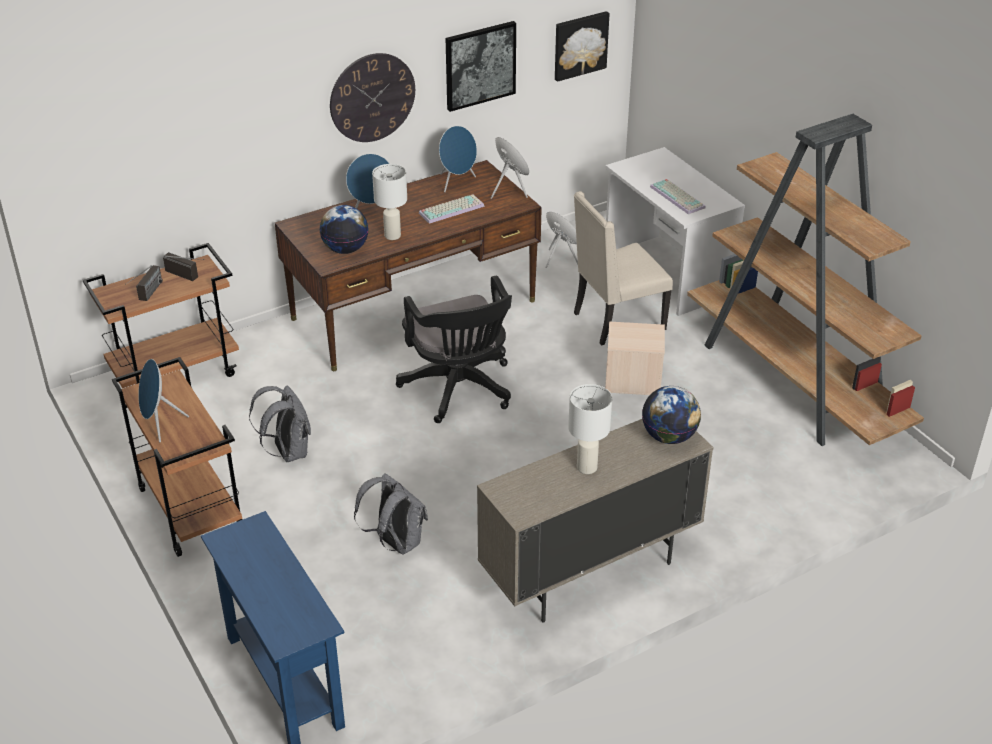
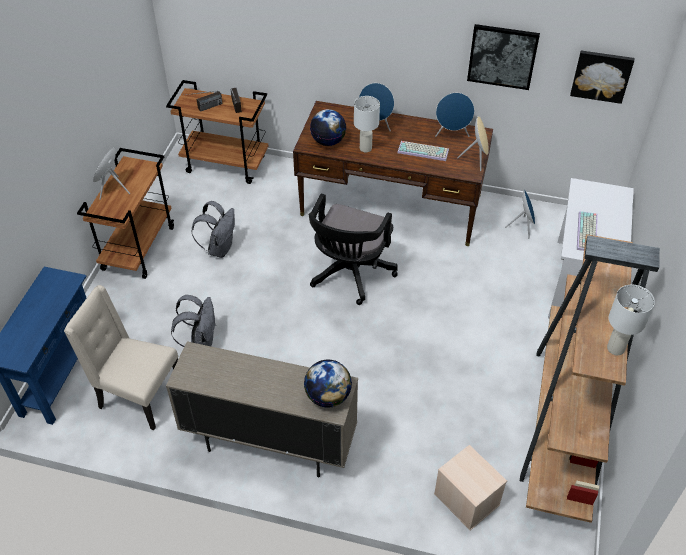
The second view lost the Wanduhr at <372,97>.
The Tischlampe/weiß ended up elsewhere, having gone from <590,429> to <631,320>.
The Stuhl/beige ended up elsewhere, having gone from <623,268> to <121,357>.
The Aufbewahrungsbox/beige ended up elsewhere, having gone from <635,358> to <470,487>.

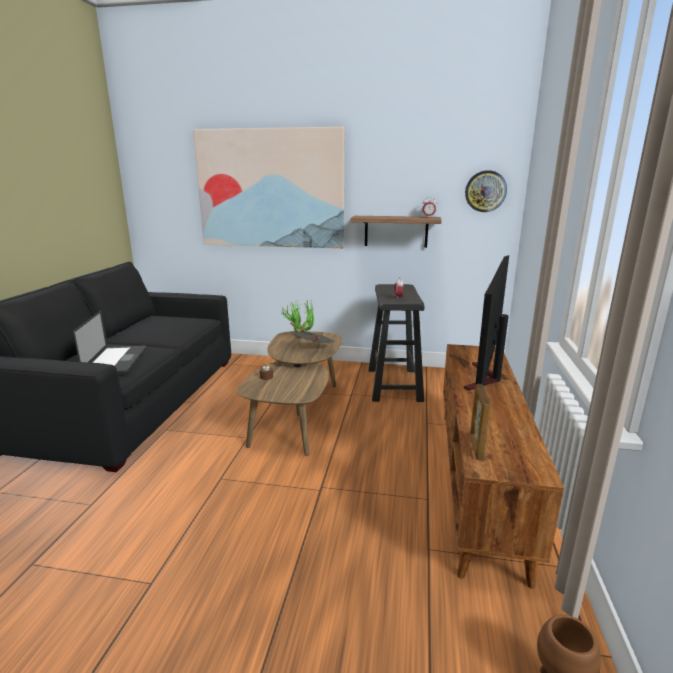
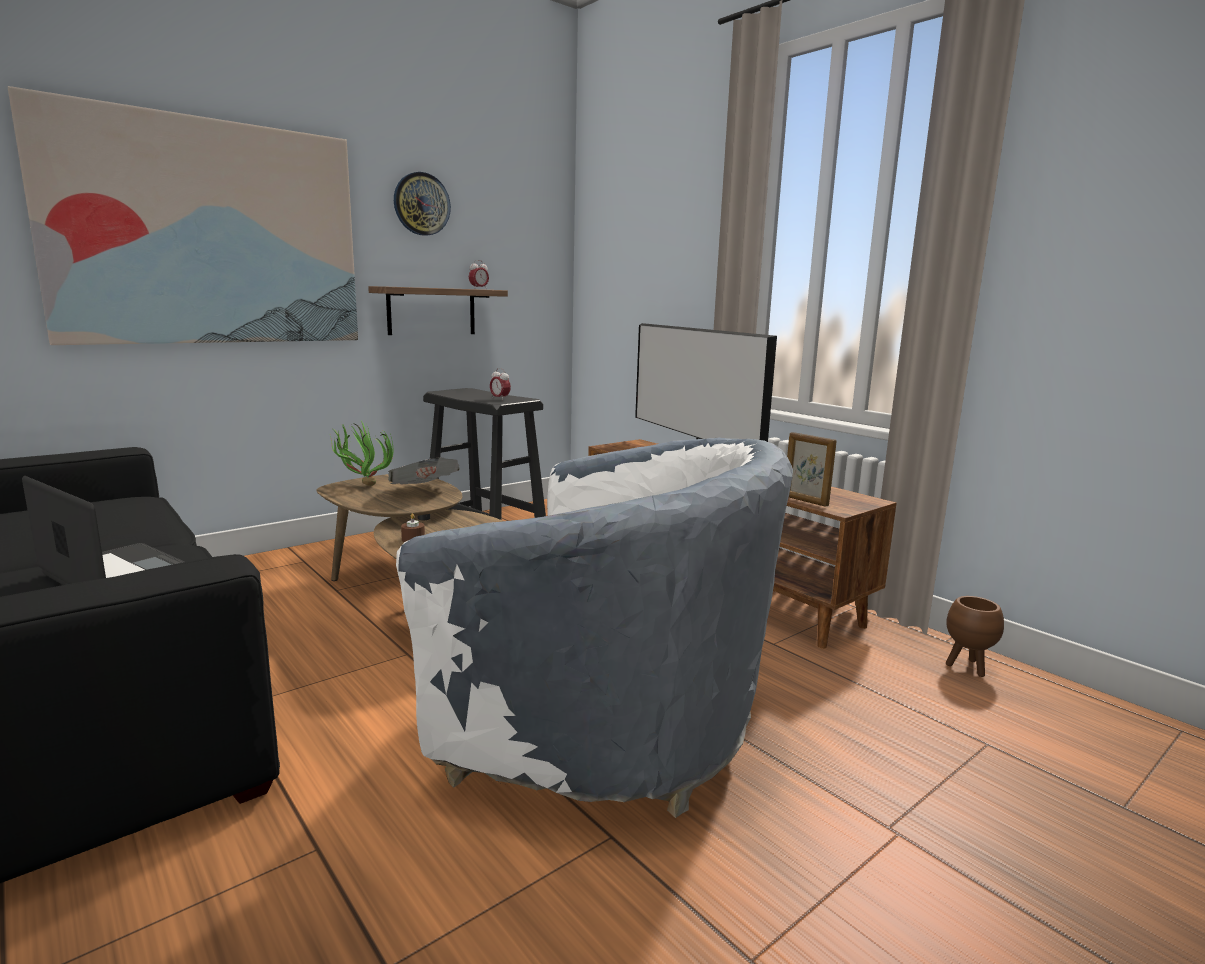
The second view gained the Sessel/weiß at <594,628>.
The Wanduhr ended up elsewhere, having gone from <486,191> to <422,204>.

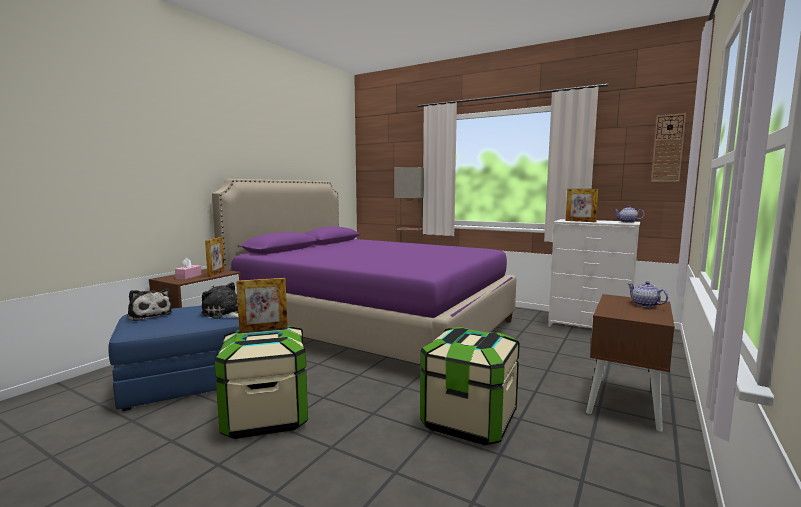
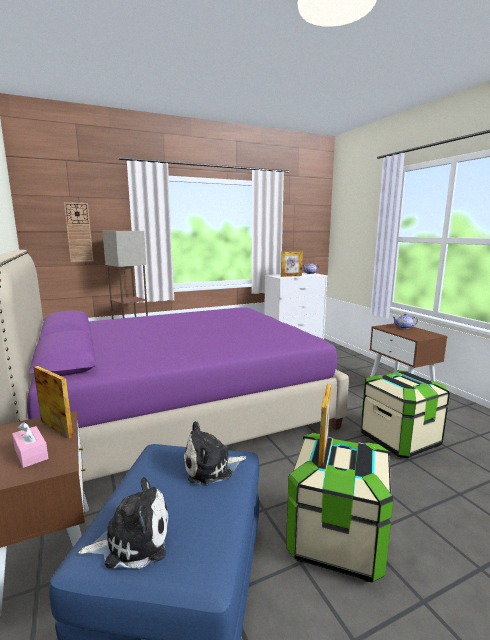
The Wanduhr ended up elsewhere, having gone from <668,147> to <78,232>.

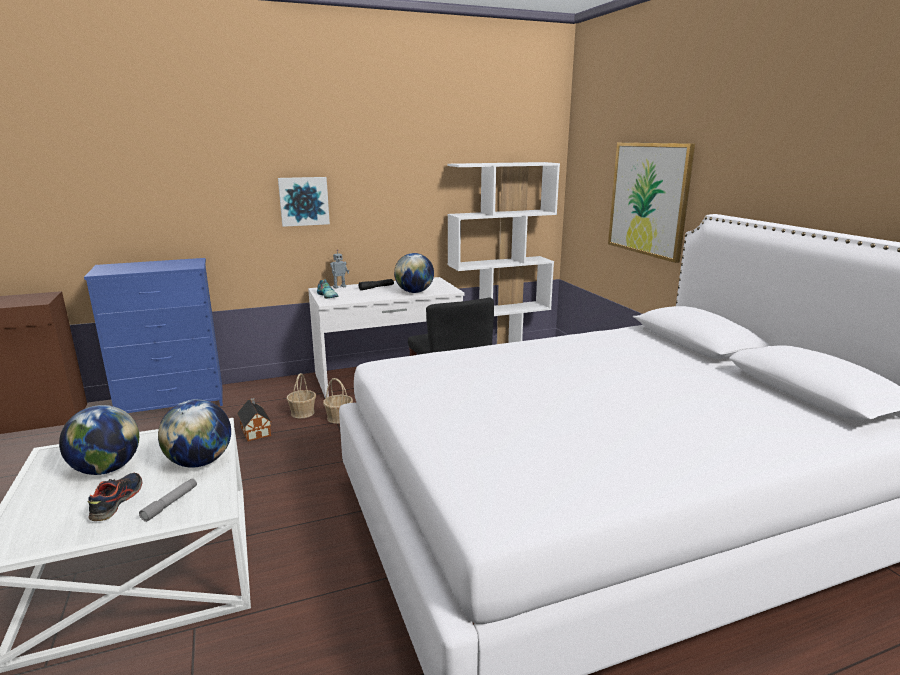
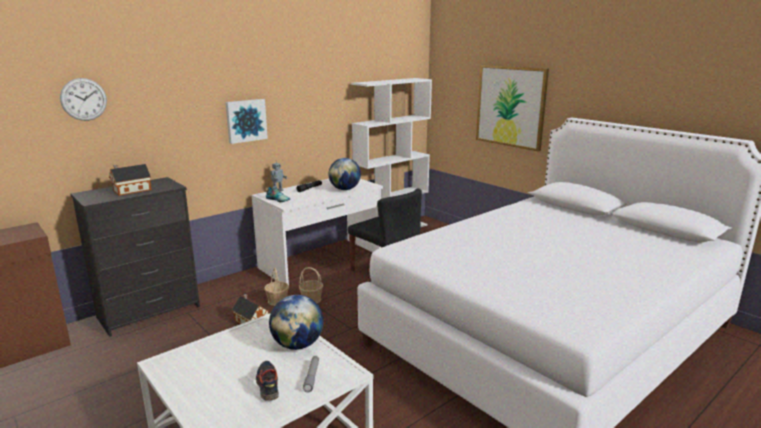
The second view lost the Globus at <99,440>.
The second view gained the Wanduhr at <83,99>.
The second view gained the Spielzeughaus at <130,180>.
What was the Kommode/blau at <153,335> turned into the Kommode/schwarz at <135,257>.

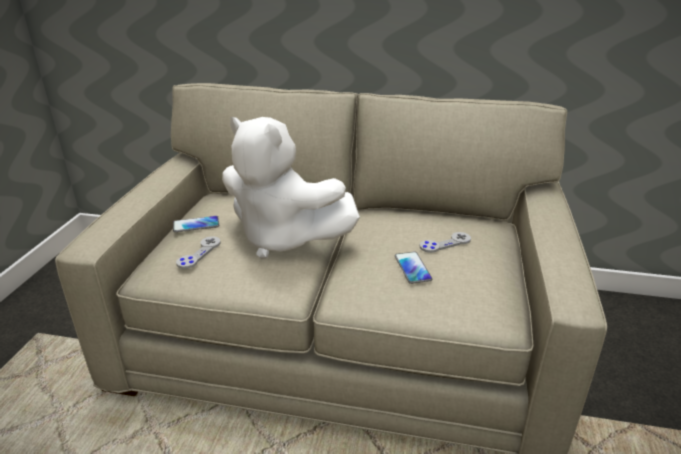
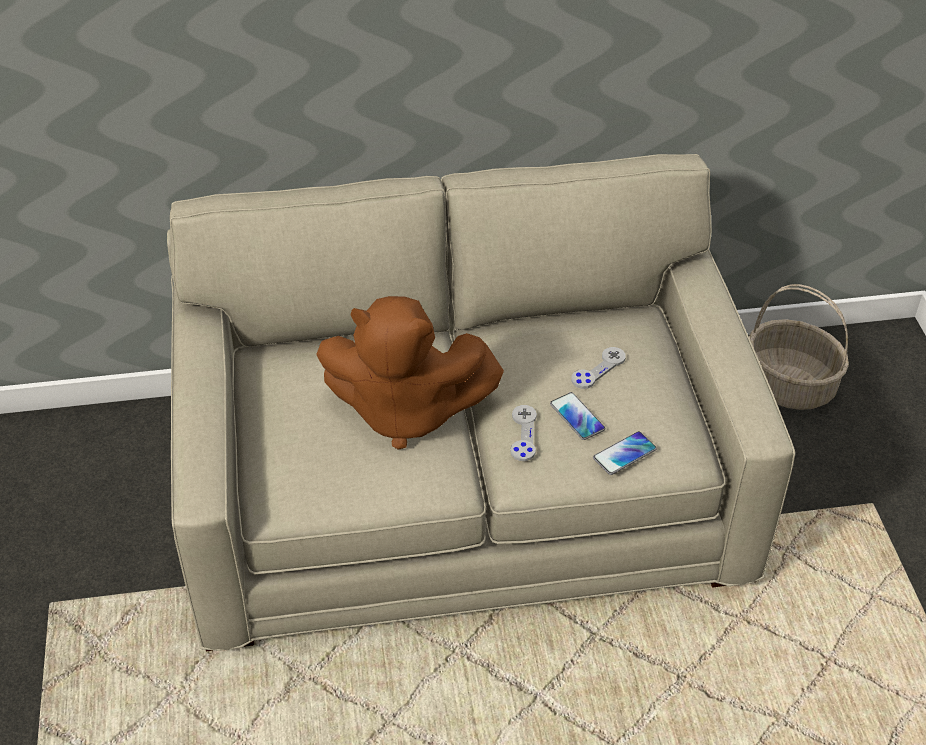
The second view gained the Korb at <799,347>.
The Handy ended up elsewhere, having gone from <196,224> to <625,453>.
The Gamepad/grau ended up elsewhere, having gone from <198,252> to <523,433>.
What was the Plüschtier/weiß at <291,188> turned into the Plüschtier/braun at <410,373>.

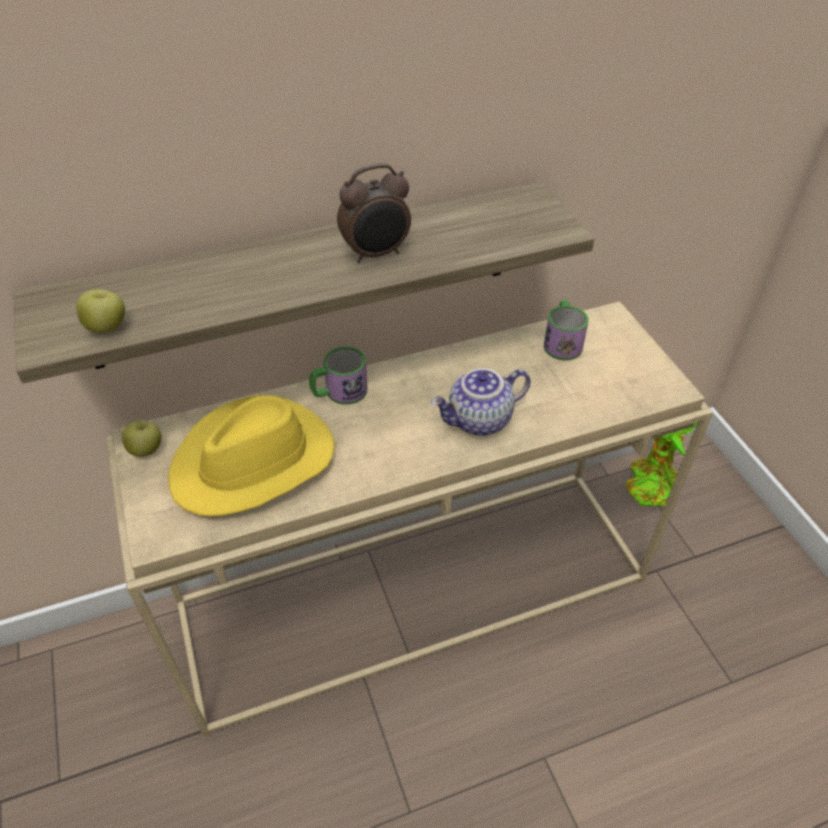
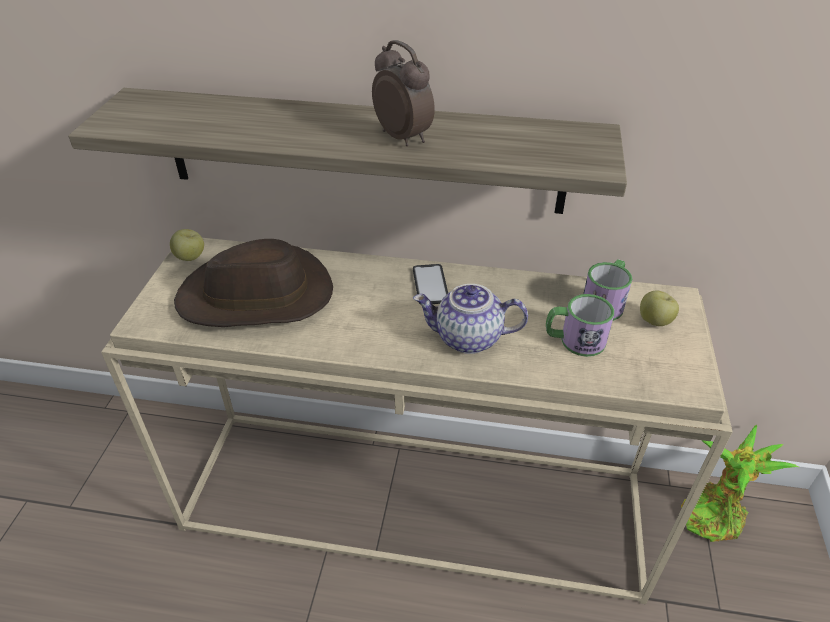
The second view gained the Handy at <430,284>.
The Apfel ended up elsewhere, having gone from <100,311> to <659,308>.
The Henkelbecher ended up elsewhere, having gone from <338,376> to <580,325>.
What was the Hut/gelb at <251,456> turned into the Hut/braun at <253,283>.
The Wecker at <374,213> ended up facing another way, 135 degrees counterclockwise from before.

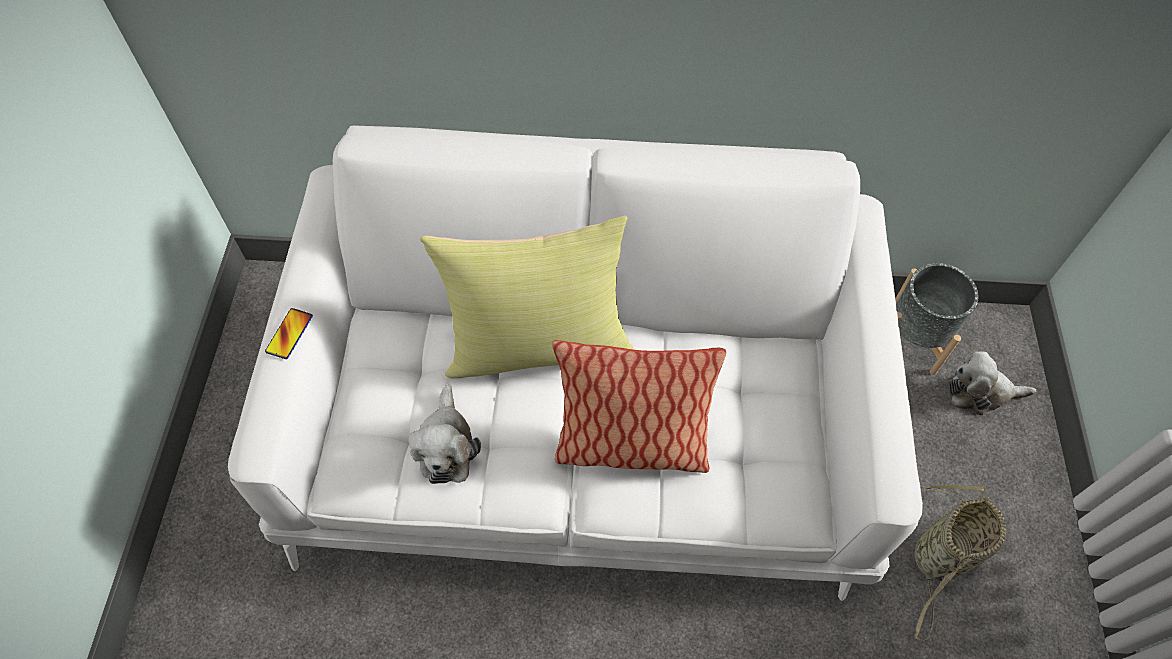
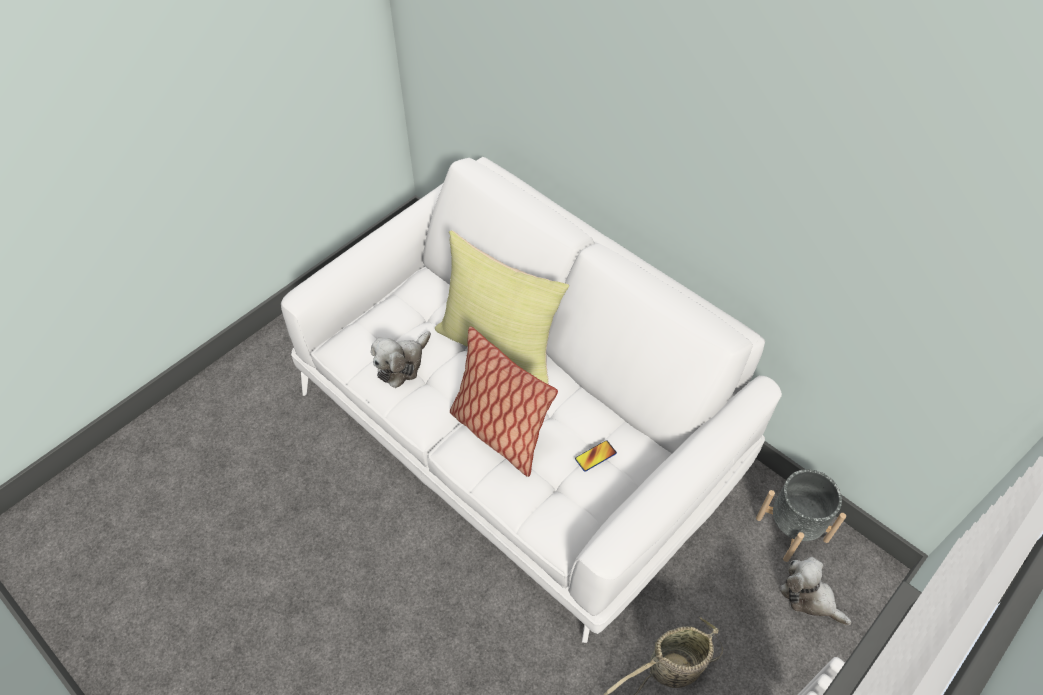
The Handy ended up elsewhere, having gone from <289,333> to <596,456>.

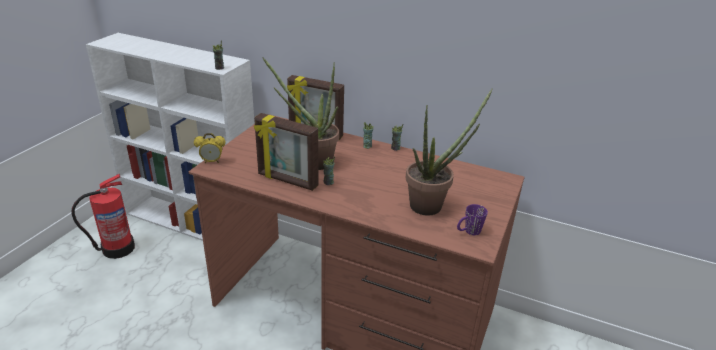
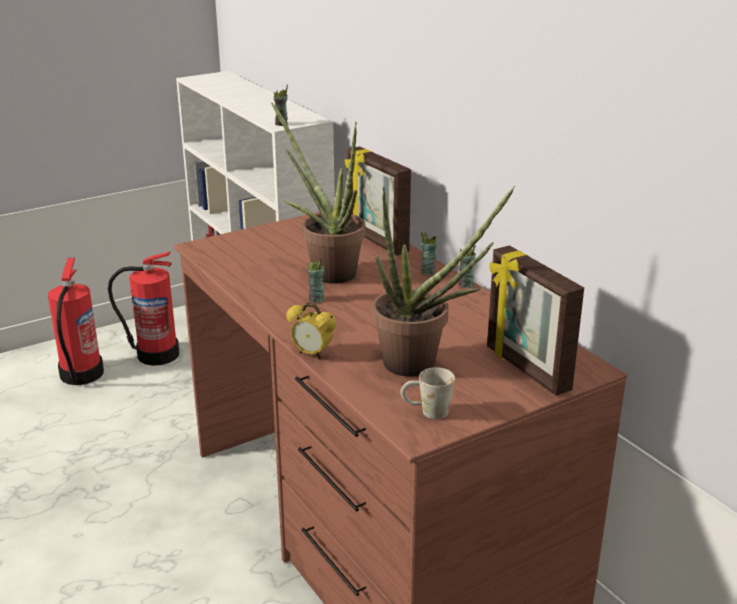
The second view gained the Feuerlöscher at <76,321>.
The Wecker ended up elsewhere, having gone from <210,148> to <311,331>.
The Bilderrahmen ended up elsewhere, having gone from <286,152> to <535,321>.
What was the Henkelbecher/lila at <472,219> turned into the Henkelbecher/weiß at <428,393>.

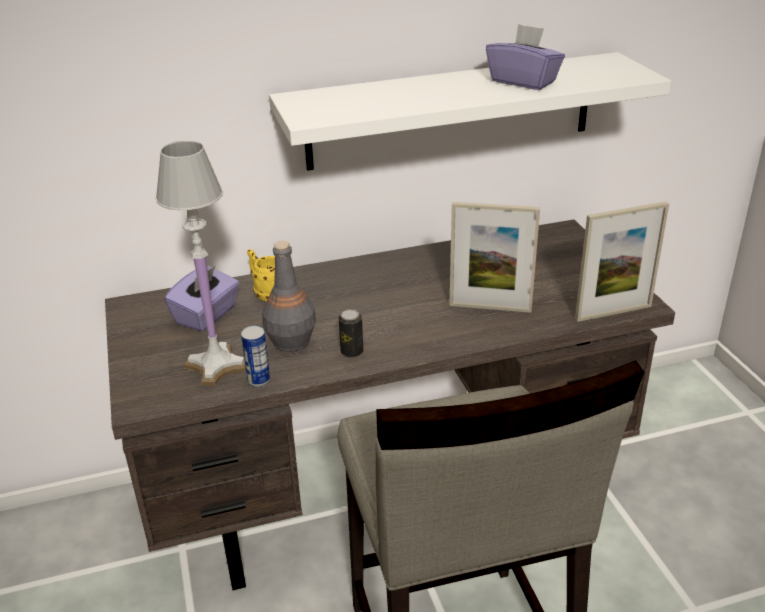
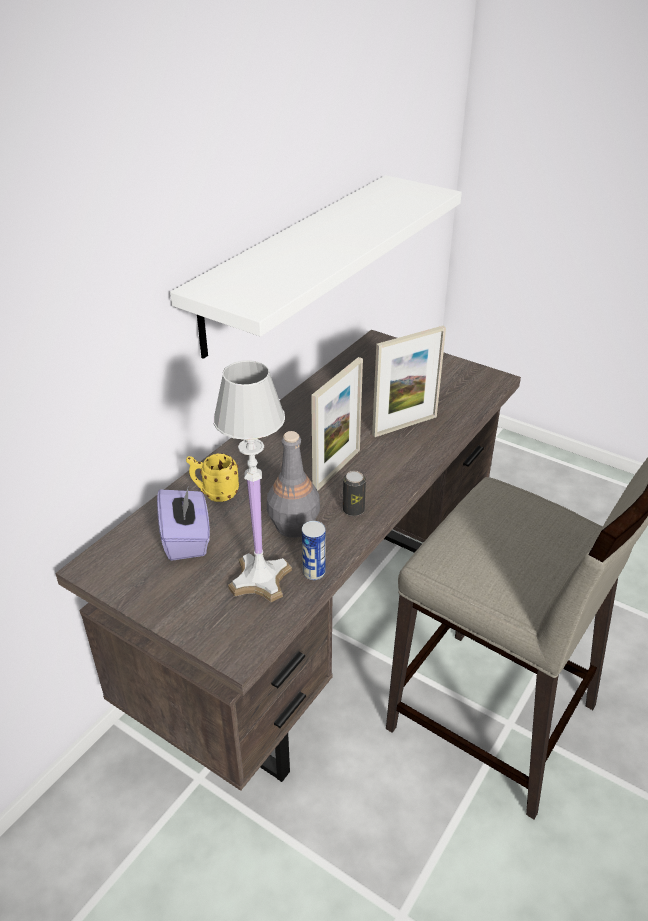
The second view lost the Taschentuchbox/lila at <525,57>.
The Bilderrahmen ended up elsewhere, having gone from <622,262> to <337,424>.

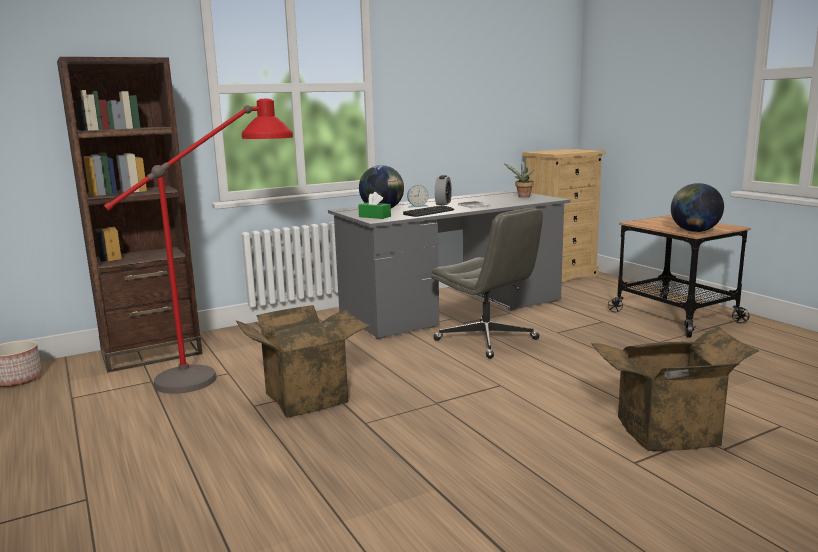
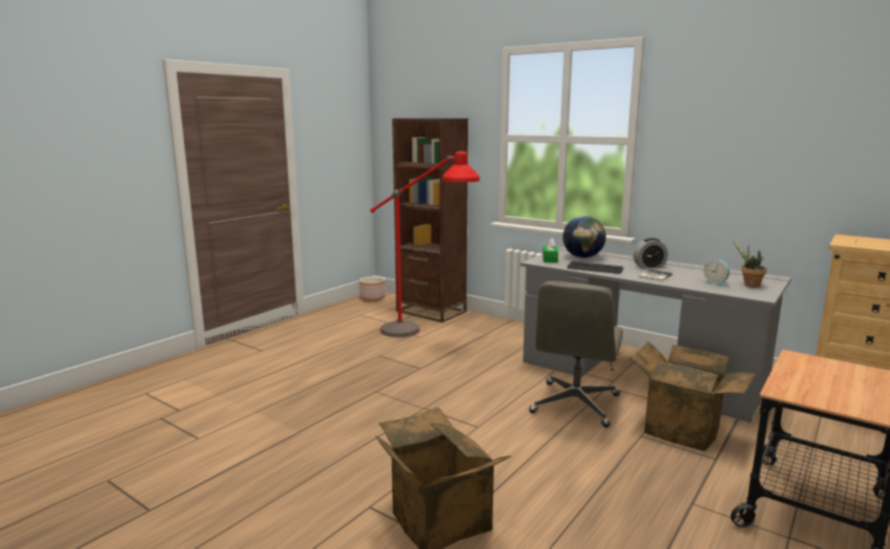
The second view lost the Globus at <697,207>.
The Karton ended up elsewhere, having gone from <303,361> to <692,396>.
The Wecker ended up elsewhere, having gone from <418,196> to <716,273>.

